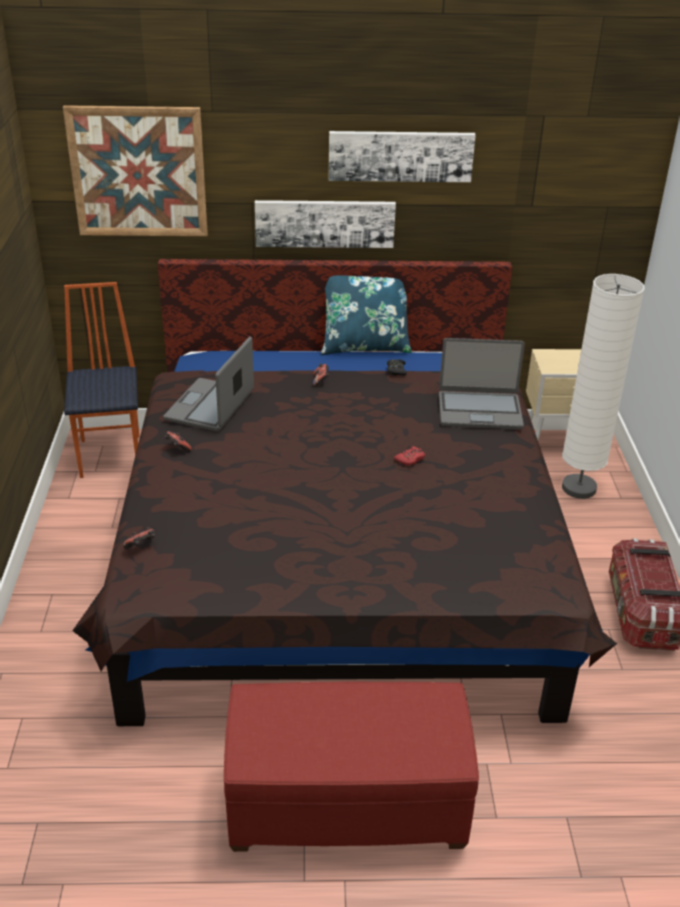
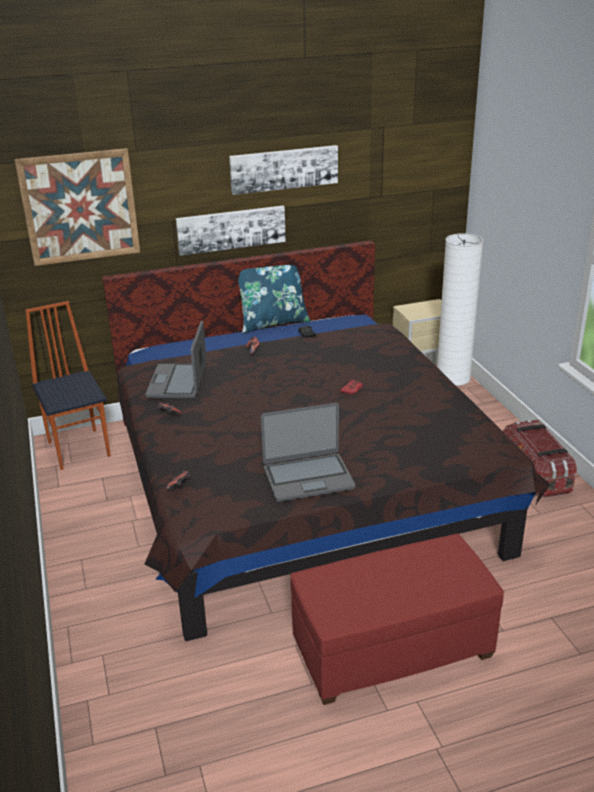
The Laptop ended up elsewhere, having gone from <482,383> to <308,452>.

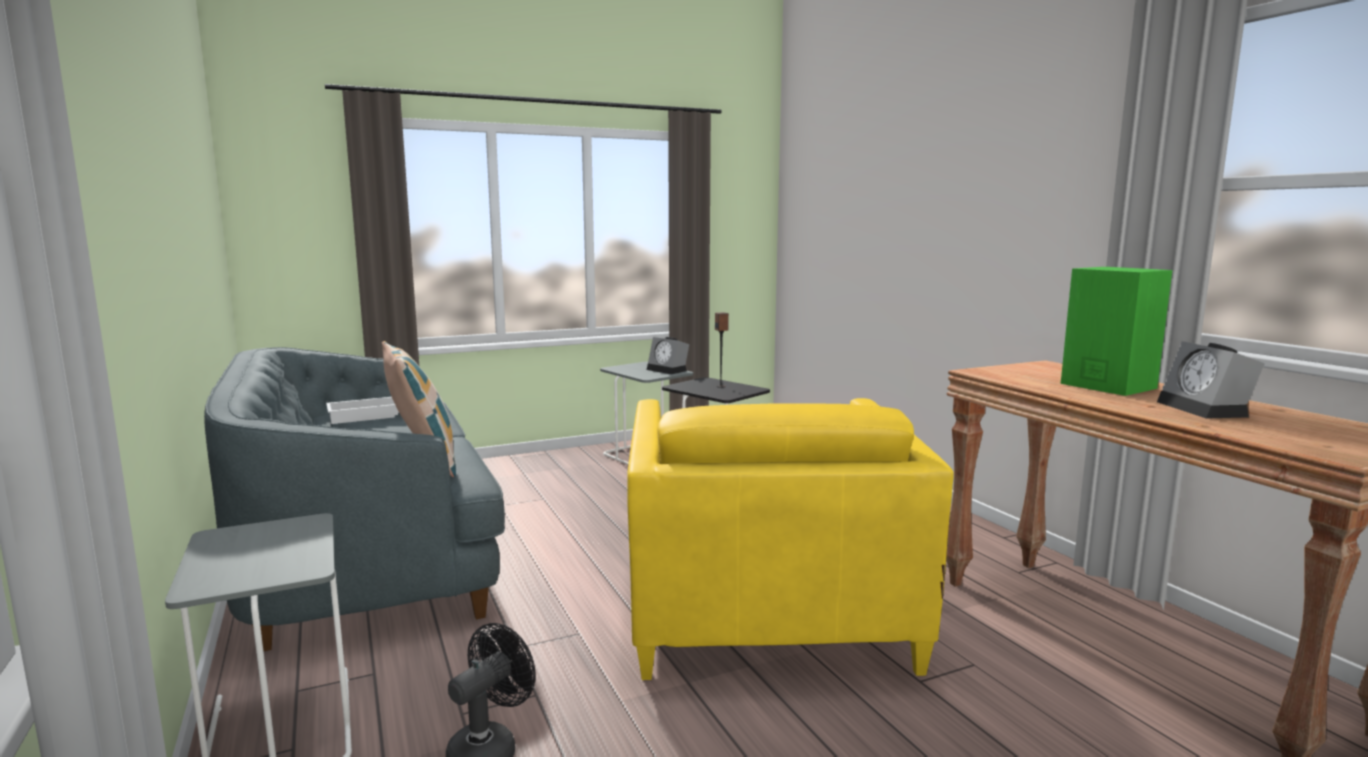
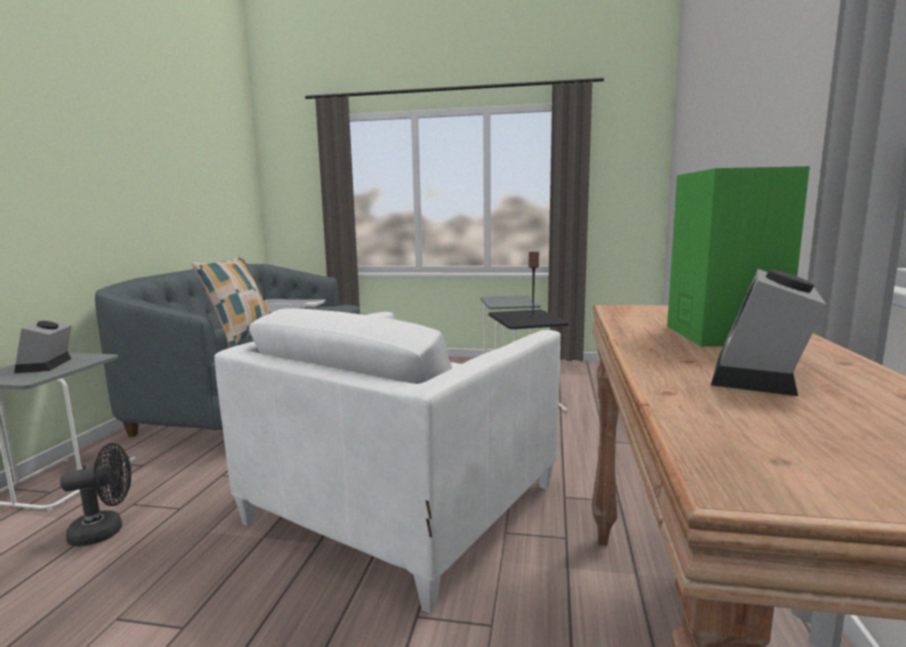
The Wecker ended up elsewhere, having gone from <668,355> to <43,346>.
What was the Sessel/gelb at <790,539> turned into the Sessel/weiß at <387,461>.

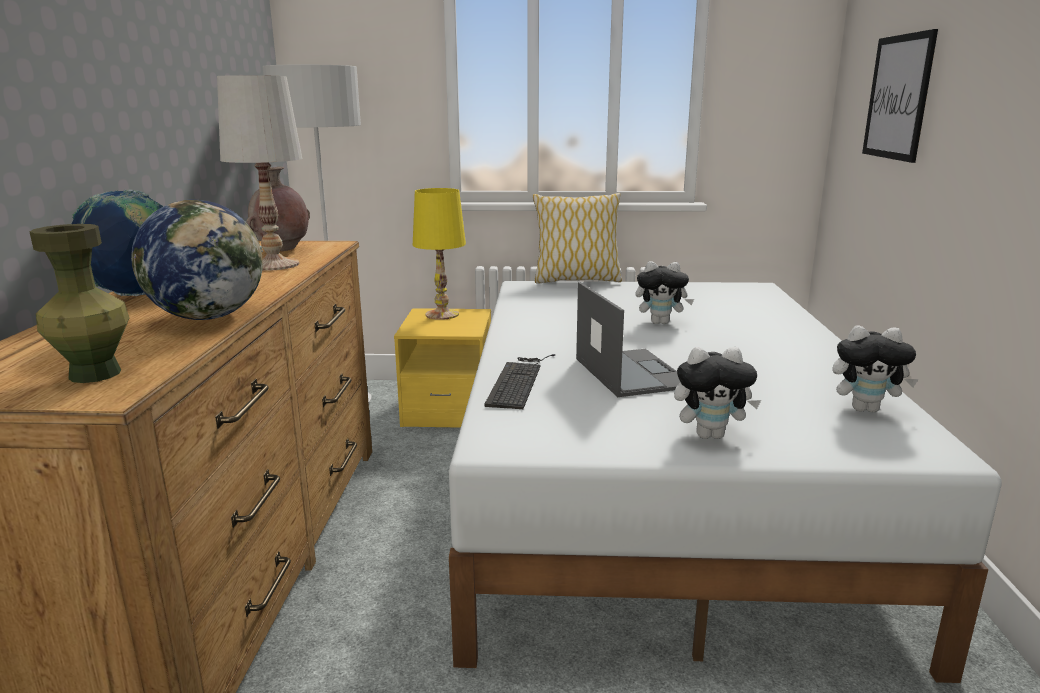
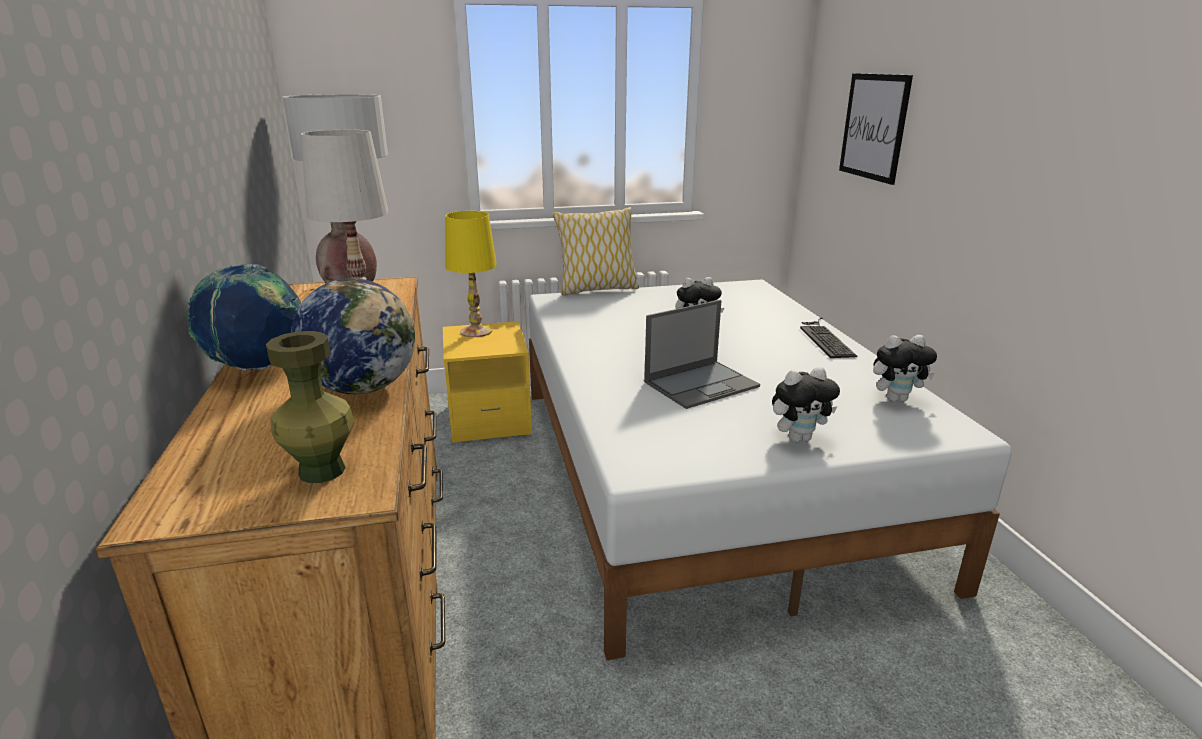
The Tastatur ended up elsewhere, having gone from <520,381> to <828,338>.
The Laptop at <628,339> ended up facing another way, 90 degrees clockwise from before.

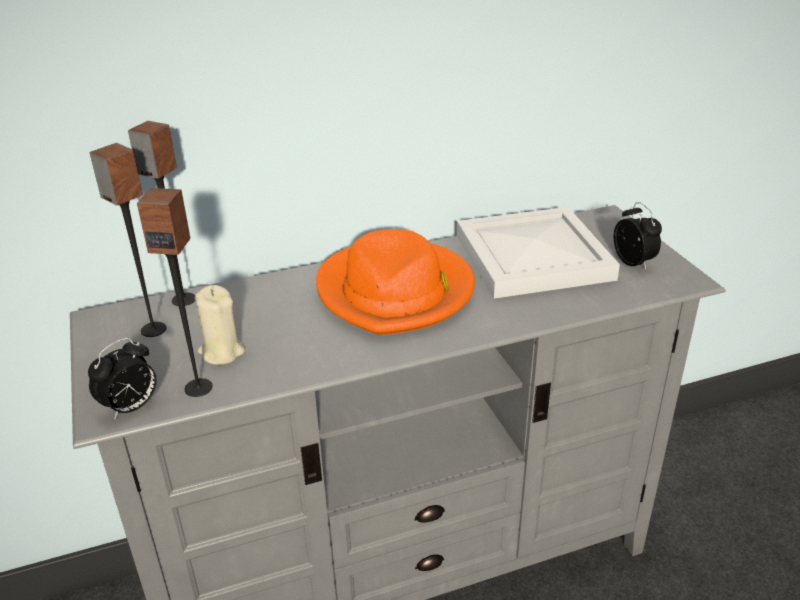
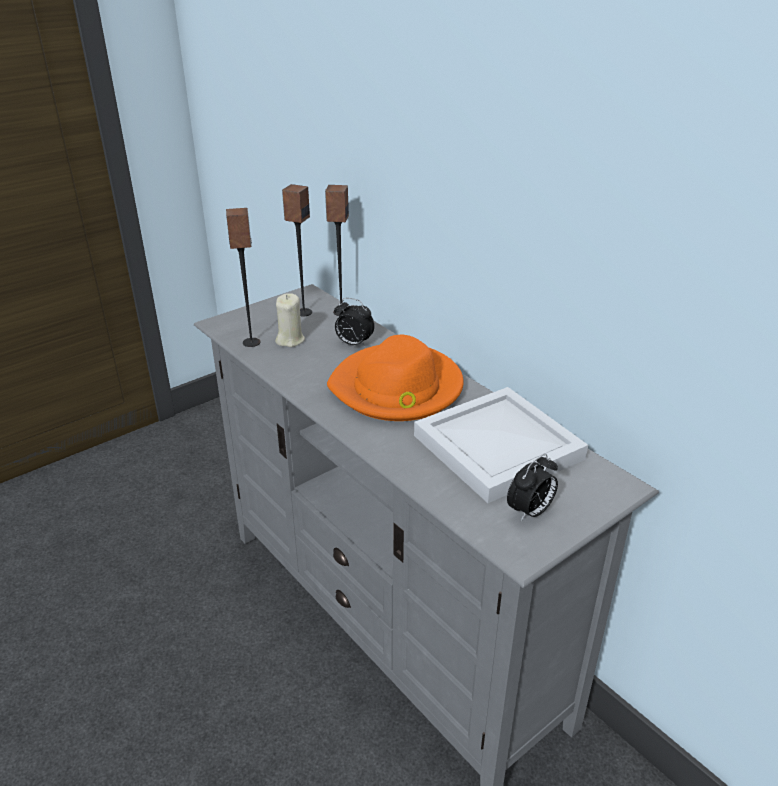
The Wecker ended up elsewhere, having gone from <122,379> to <354,323>.

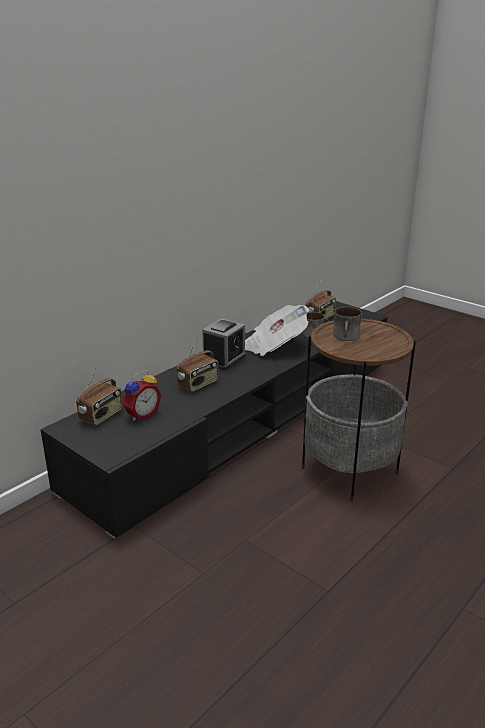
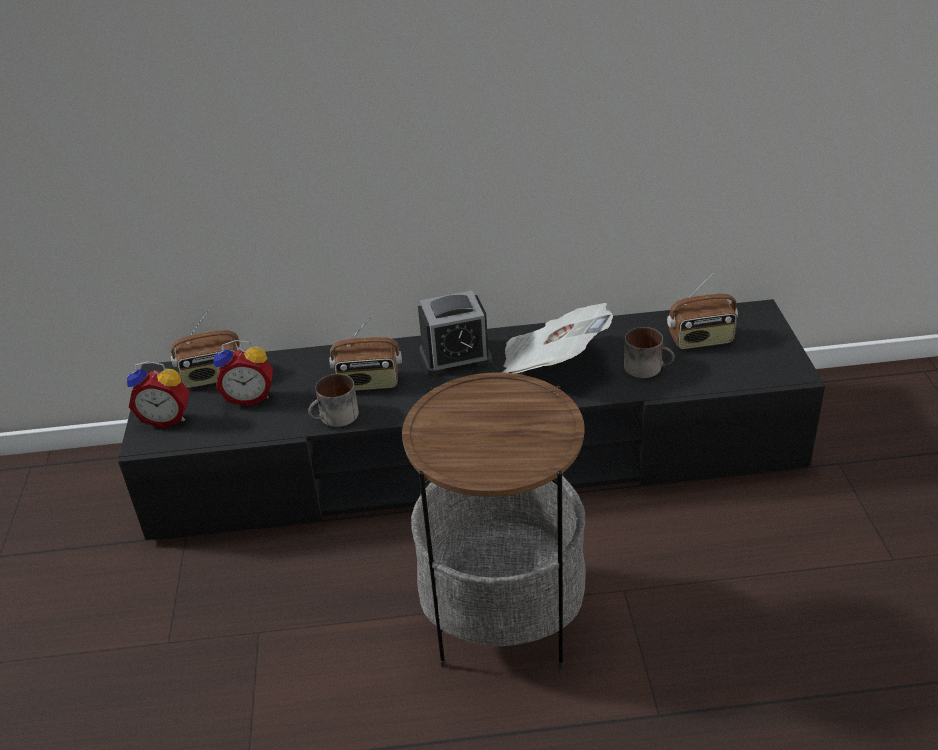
The second view gained the Wecker at <158,394>.
The Henkelbecher ended up elsewhere, having gone from <347,324> to <333,400>.

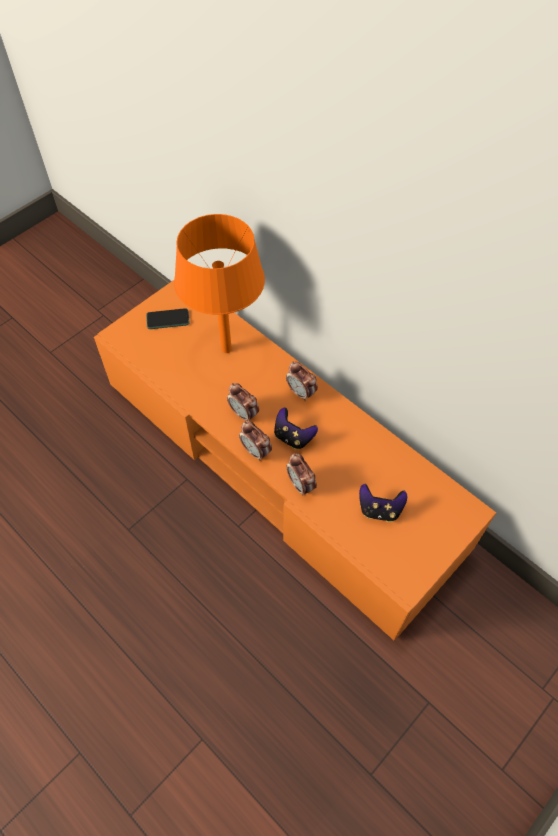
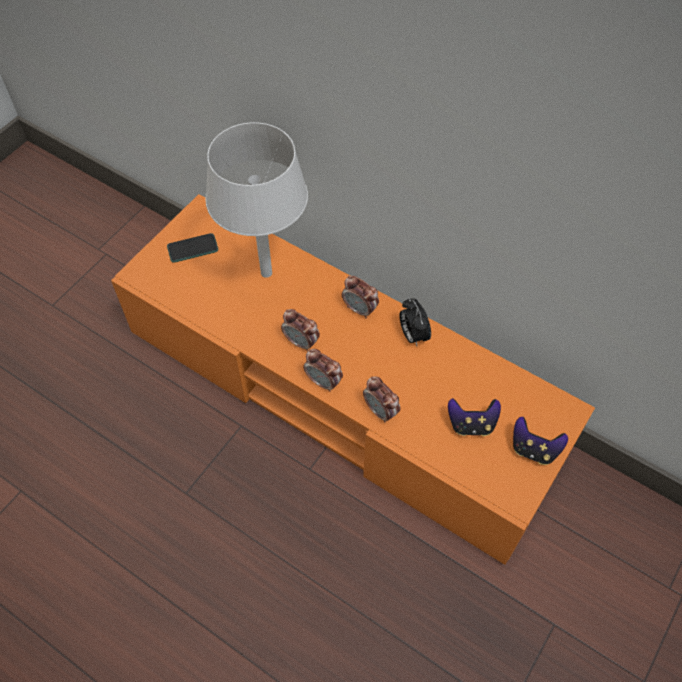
The second view gained the Wecker at <415,322>.
The Gamepad ended up elsewhere, having gone from <296,429> to <540,441>.
What was the Tischlampe/orange at <219,283> turned into the Tischlampe/grau at <256,200>.

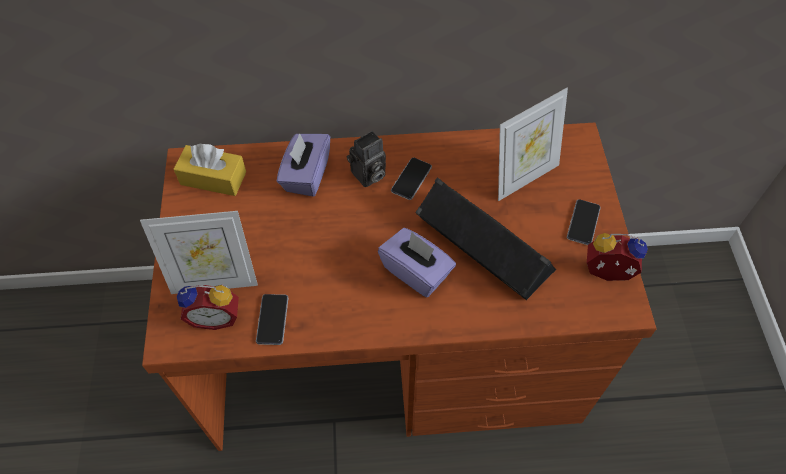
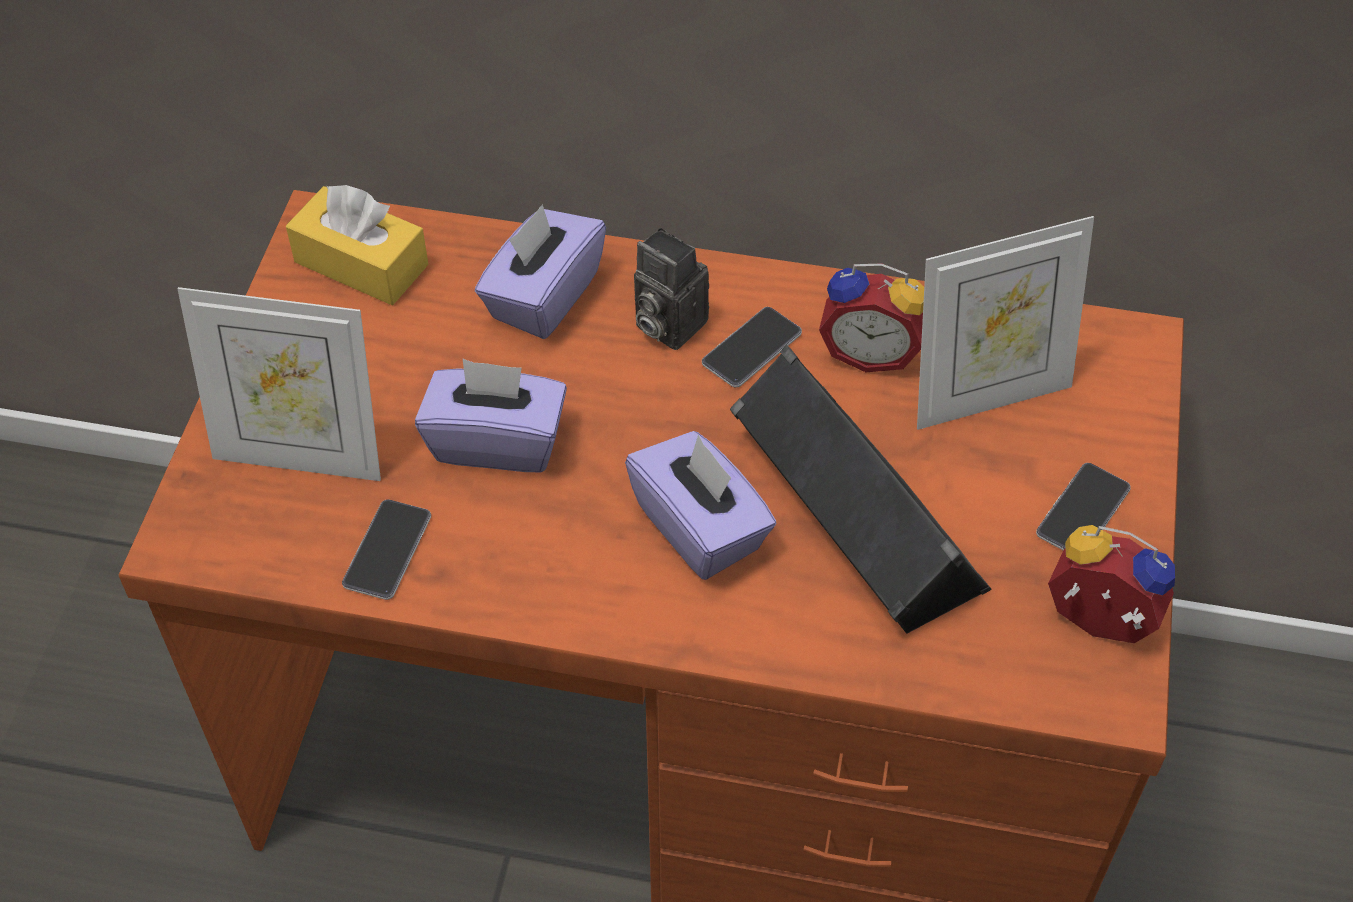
The second view gained the Taschentuchbox/lila at <491,415>.
The Wecker ended up elsewhere, having gone from <208,307> to <871,317>.
The Kamera at <366,159> ended up facing another way, 60 degrees clockwise from before.

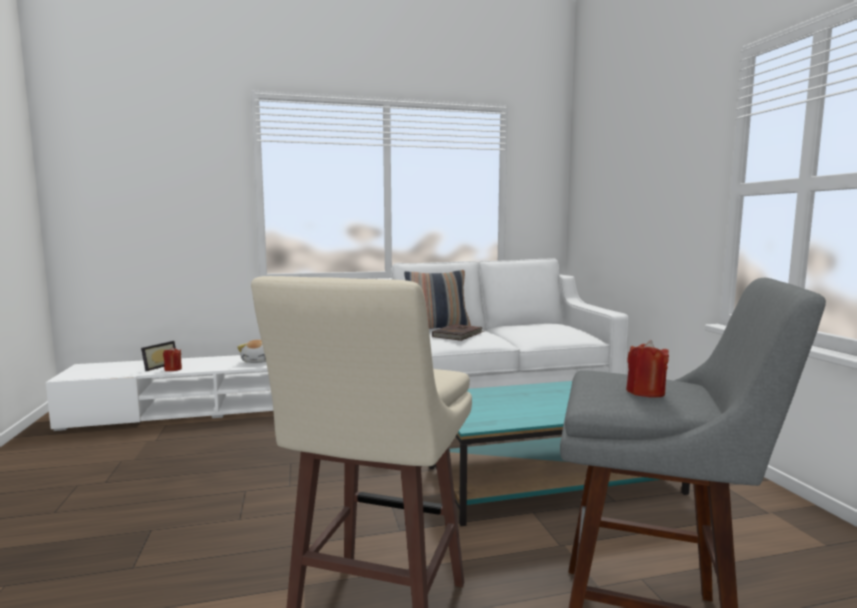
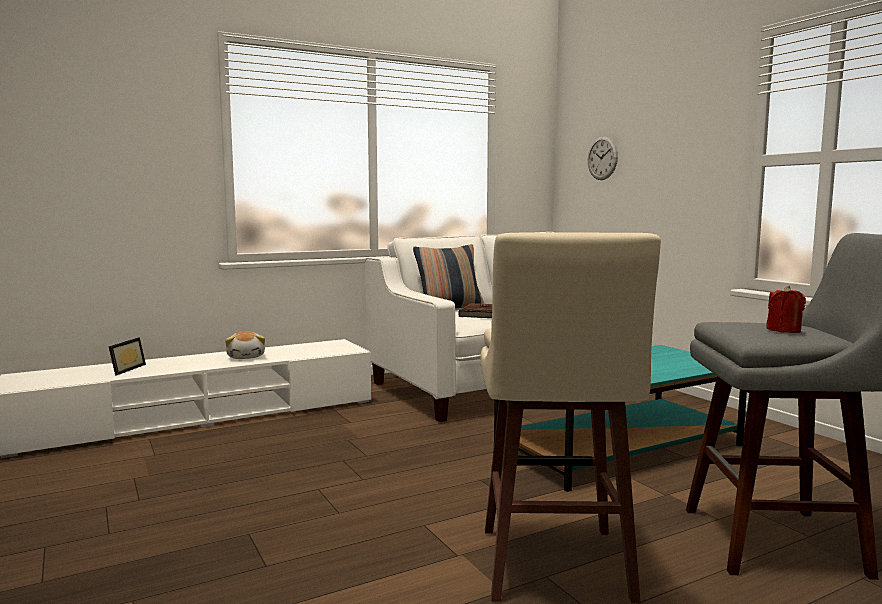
The second view lost the Kerze/rot at <172,359>.
The second view gained the Wanduhr at <603,158>.

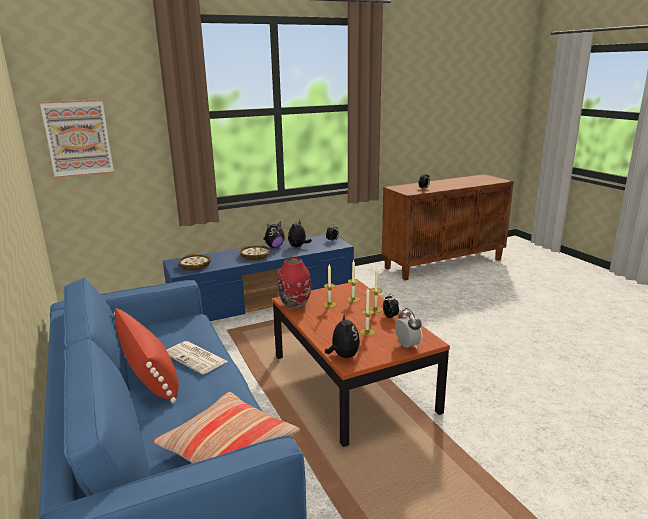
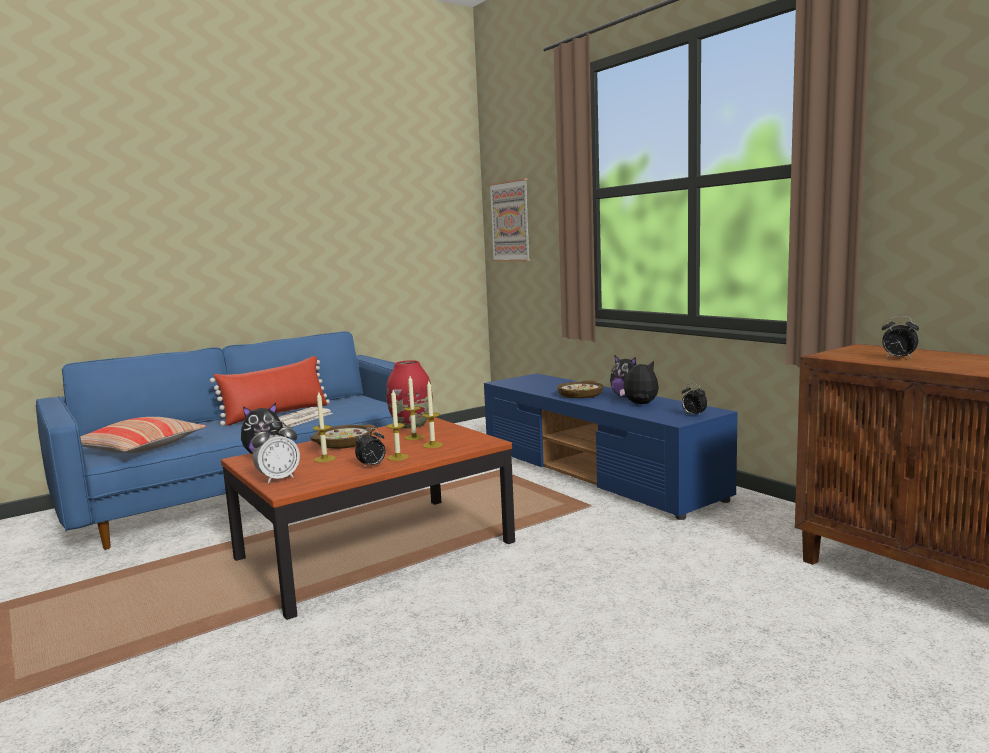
The Schüssel ended up elsewhere, having gone from <194,262> to <343,436>.

